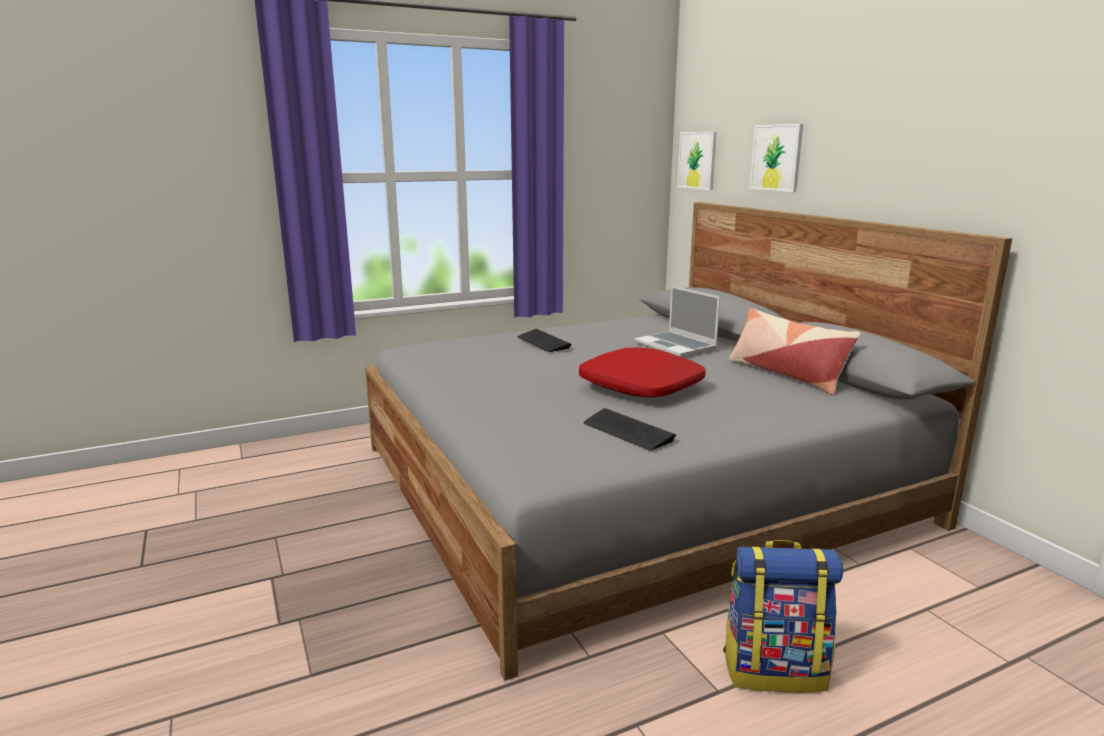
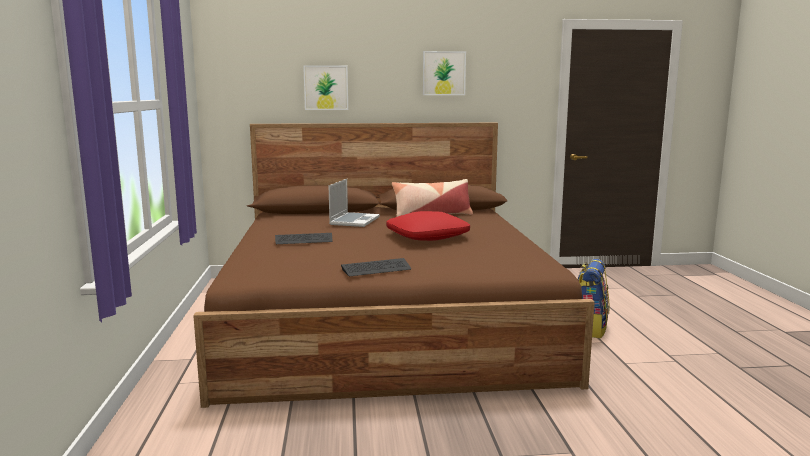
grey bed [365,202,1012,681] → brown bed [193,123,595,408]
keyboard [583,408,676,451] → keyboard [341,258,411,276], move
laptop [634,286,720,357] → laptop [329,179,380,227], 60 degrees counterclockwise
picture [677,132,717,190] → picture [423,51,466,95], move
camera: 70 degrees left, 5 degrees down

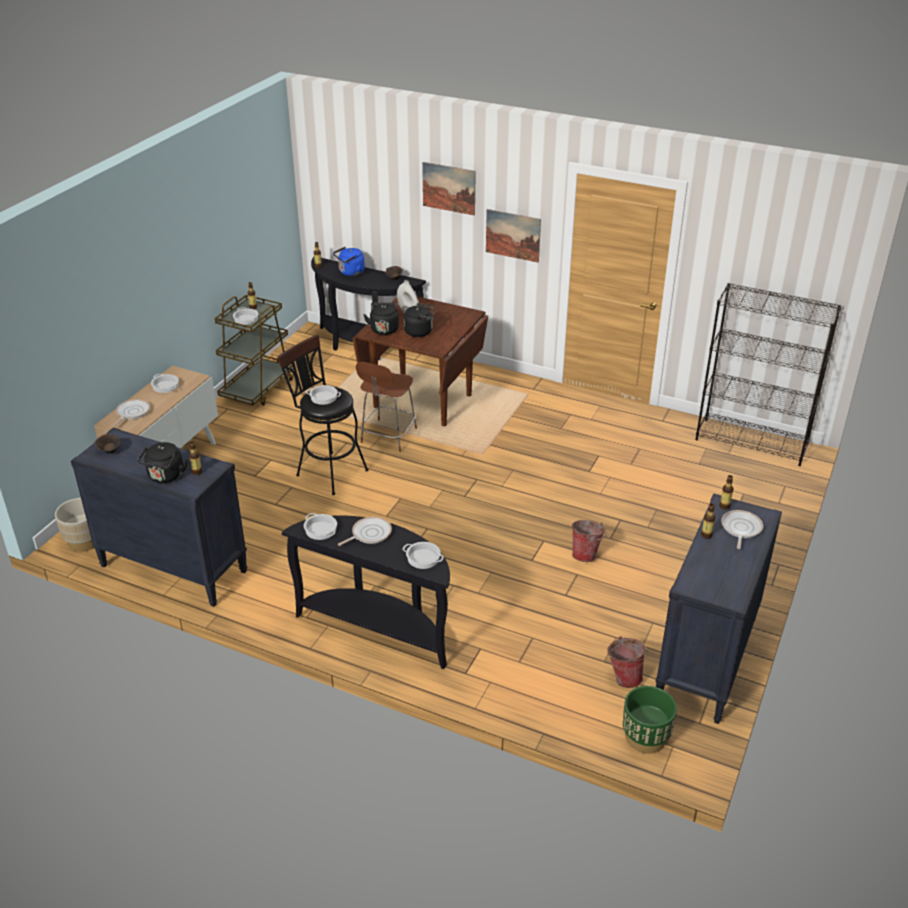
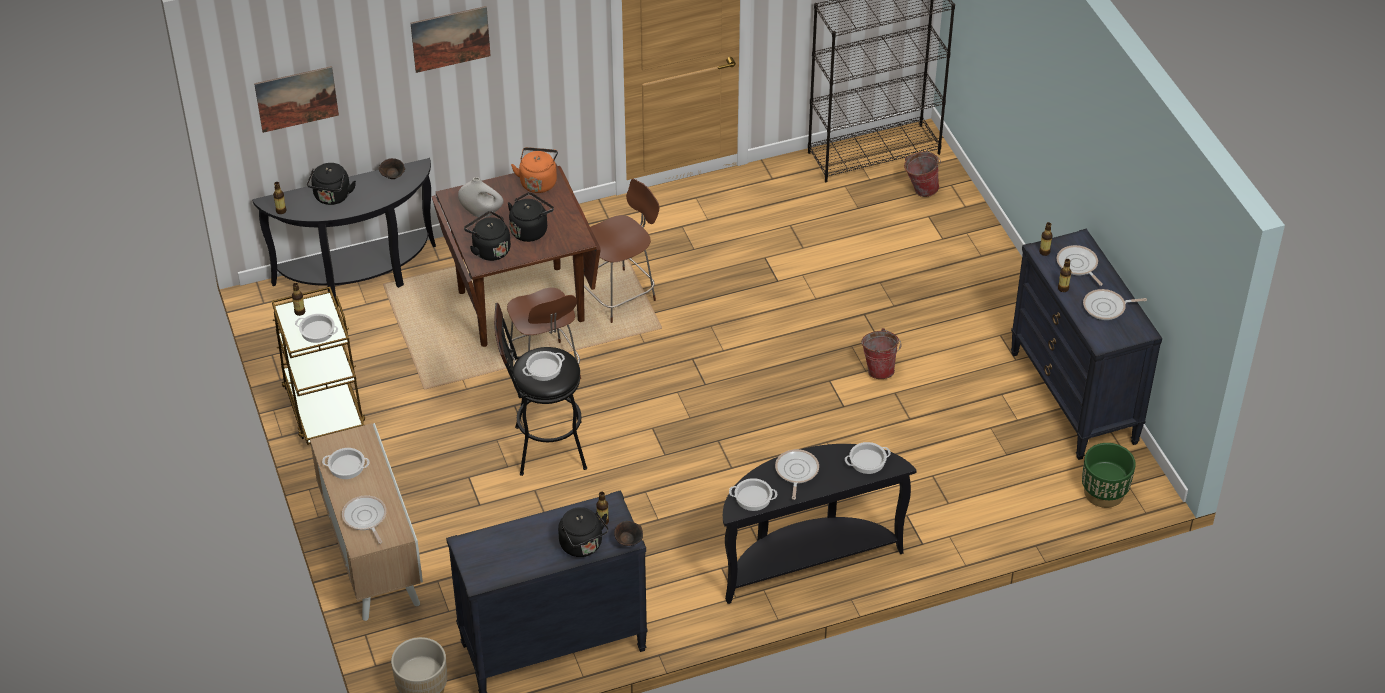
brown bowl [94,434,120,453] → brown bowl [614,521,643,546], move
blue kettle [333,247,365,276] → black kettle [307,163,356,205]
picture [486,209,541,263] → picture [254,66,339,133], move
bucket [607,636,648,688] → bucket [904,152,941,197], move
- → orange kettle [511,147,558,193]
- → brown chair [584,179,660,323]
- → frying pan [1083,289,1147,320]
camera: 45 degrees left, 10 degrees up

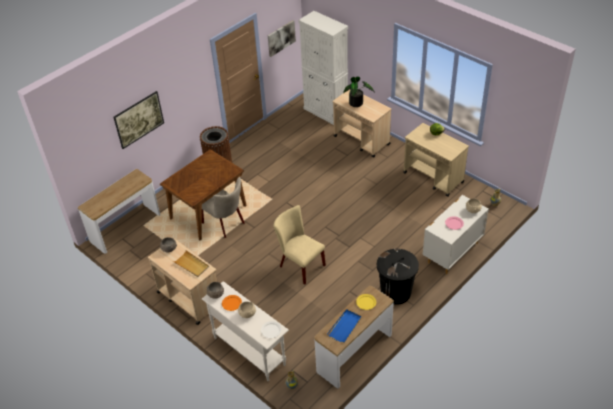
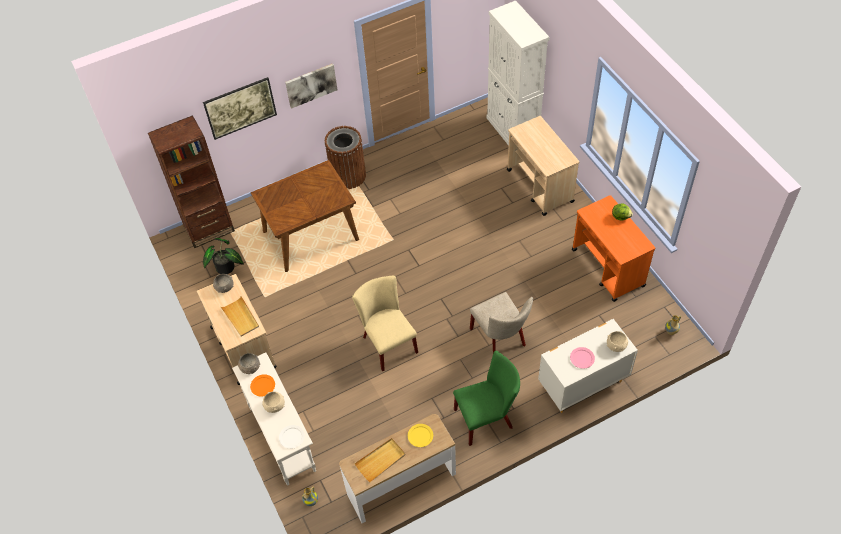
console table [78,169,160,254] → brown bookcase [148,115,235,248]
beige chair [202,177,245,238] → beige chair [470,292,533,353], move
picture [268,20,296,57] → picture [285,64,337,109], move
blue tray [327,309,362,343] → beige tray [354,438,406,482]
potted plant [343,76,375,107] → potted plant [203,238,244,274], move
black trash can [377,249,419,305] → green chair [453,351,520,446]
beige cart [403,123,469,197] → orange cart [572,195,655,302]
camera: 20 degrees right, 10 degrees up

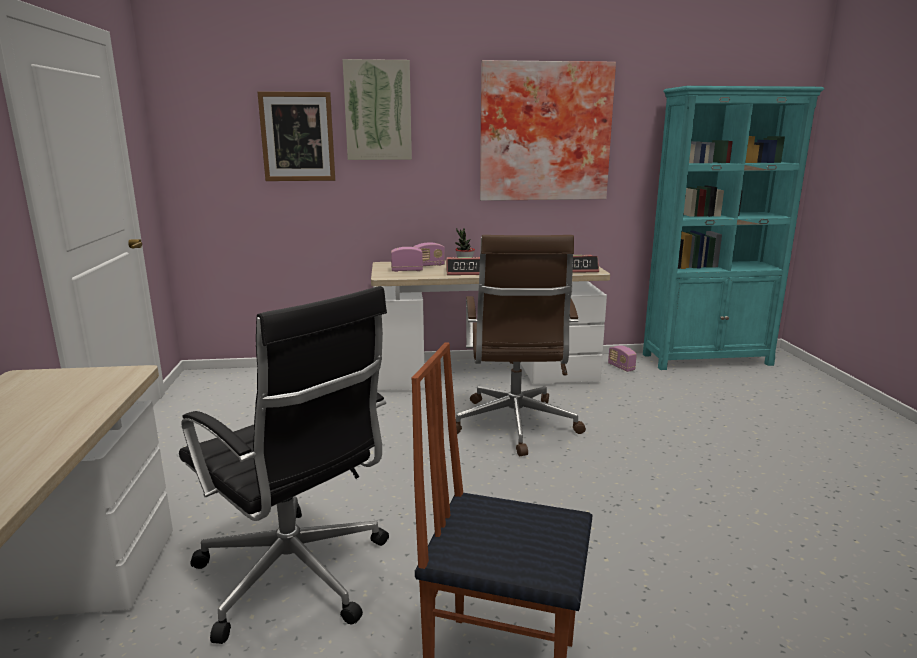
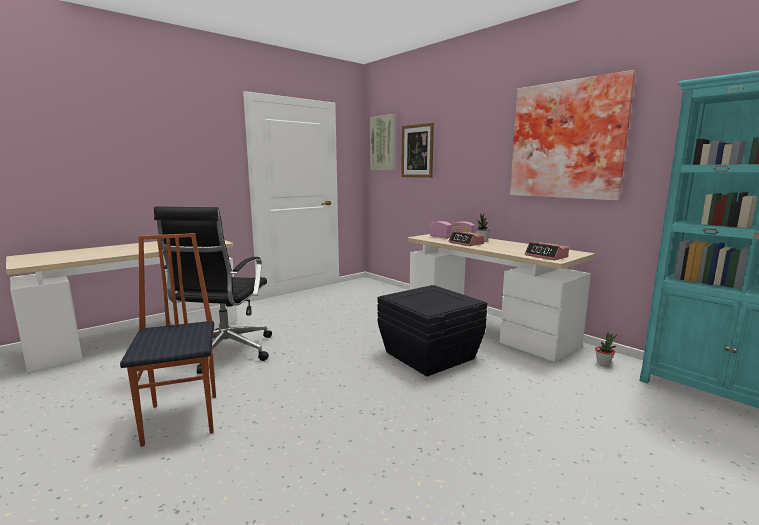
picture [342,59,412,160] → picture [370,114,396,170], move
brown office chair [456,235,586,456] → black storage box [377,285,487,377]
radio [608,345,637,372] → potted plant [595,332,617,367]
camera: 55 degrees right, 5 degrees down

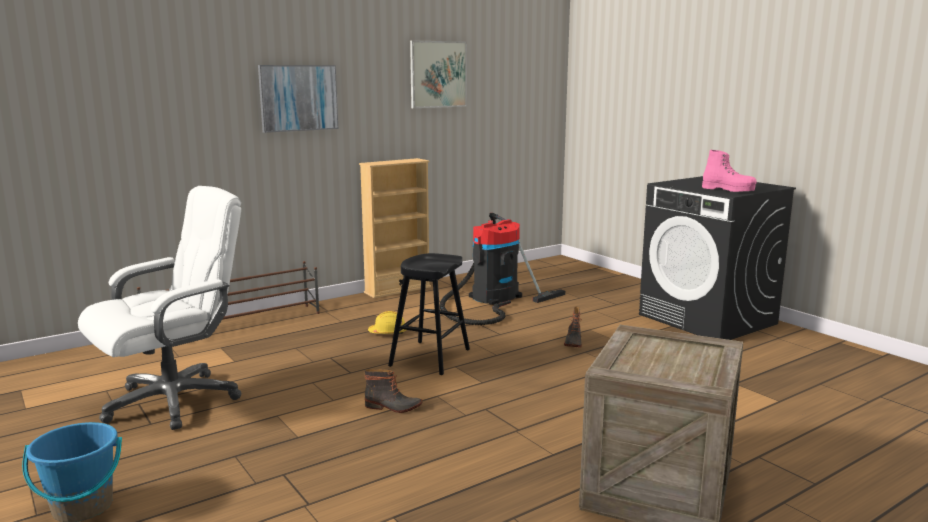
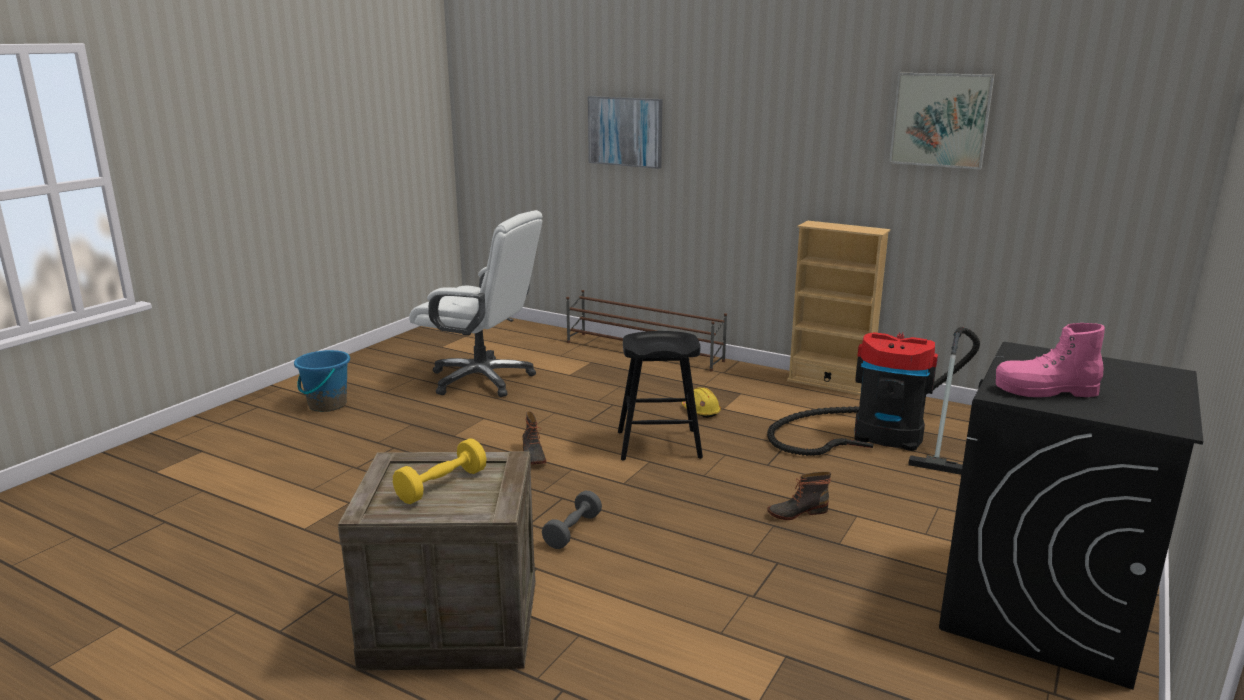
picture [258,65,338,133] → picture [588,96,662,169], move
pink boot [702,150,757,192] → pink boot [996,323,1105,397], 75 degrees clockwise
- → yellow dumbbell [393,438,487,504]
- → grey dumbbell [542,491,602,549]
camera: 65 degrees right, 5 degrees up

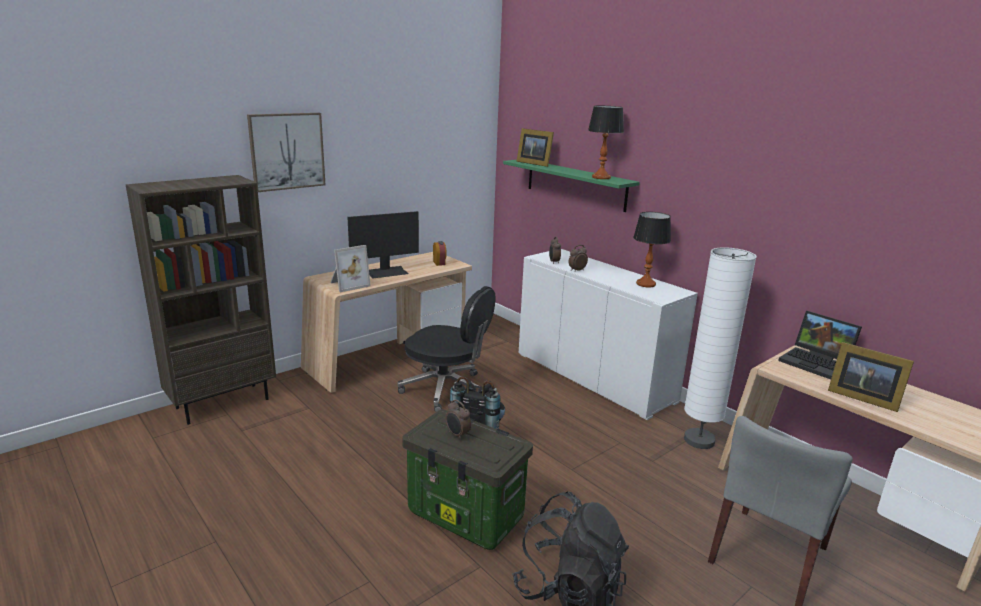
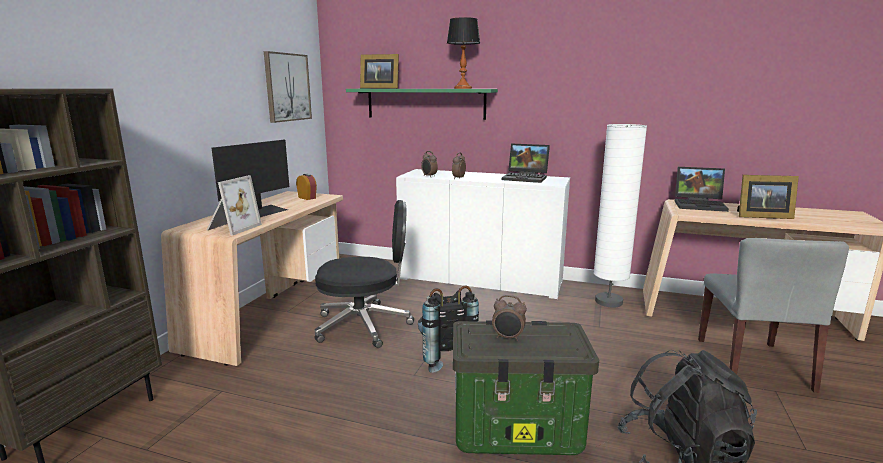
picture [247,113,326,192] → picture [264,51,312,123], move
table lamp [633,212,671,287] → laptop [502,143,550,183]
camera: 30 degrees left, 5 degrees down

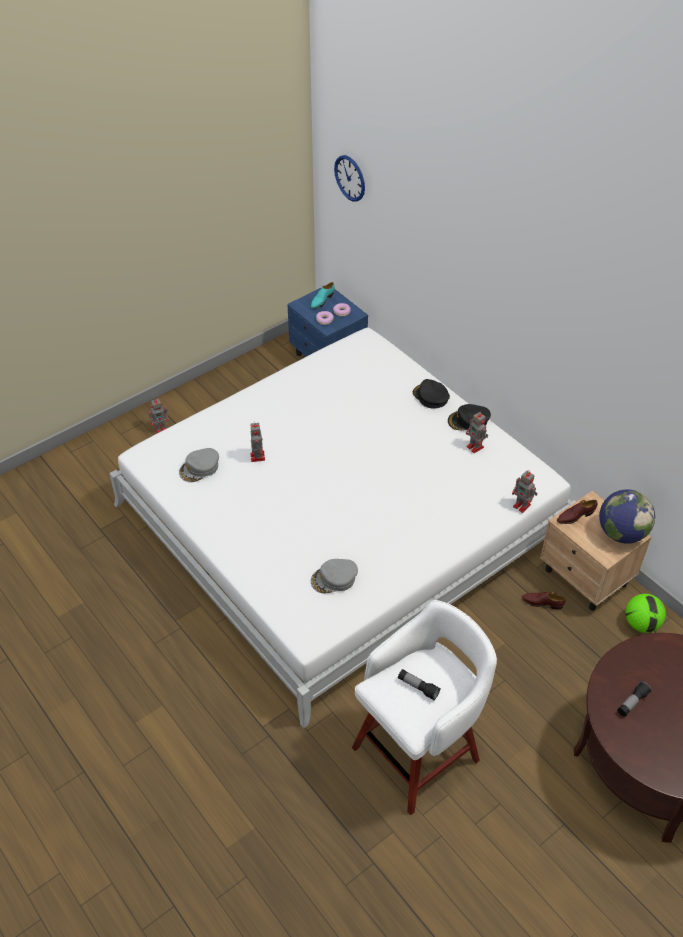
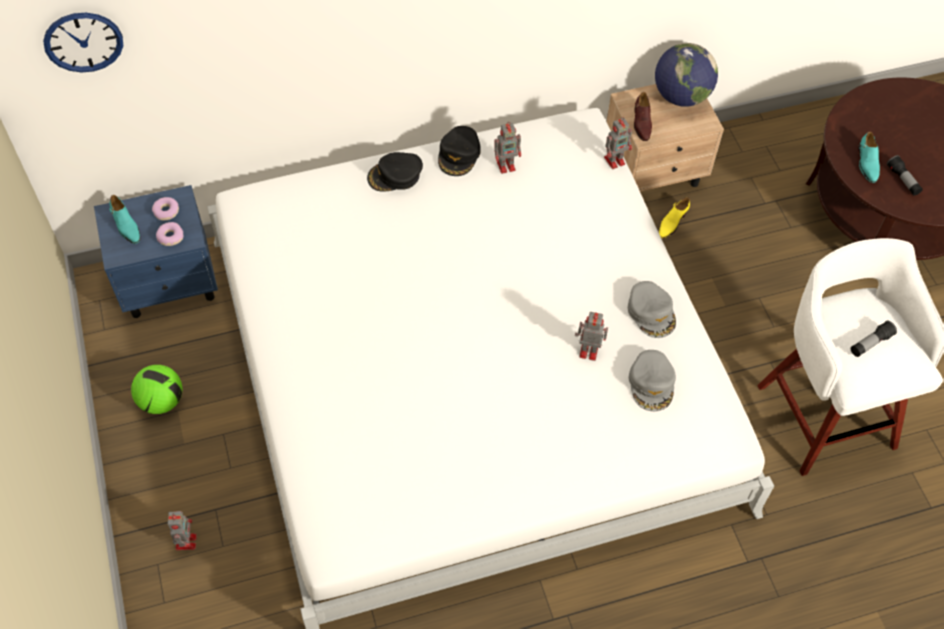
grey cap [179,448,219,482] → grey cap [628,281,676,338], move
toy robot [250,423,265,462] → toy robot [575,312,608,361], move
brown shoe [522,592,566,610] → yellow shoe [659,197,690,238]
football [625,594,666,633] → football [131,365,182,414], move
- → turquoise shoe [858,132,880,183]
camera: 70 degrees left, 10 degrees up

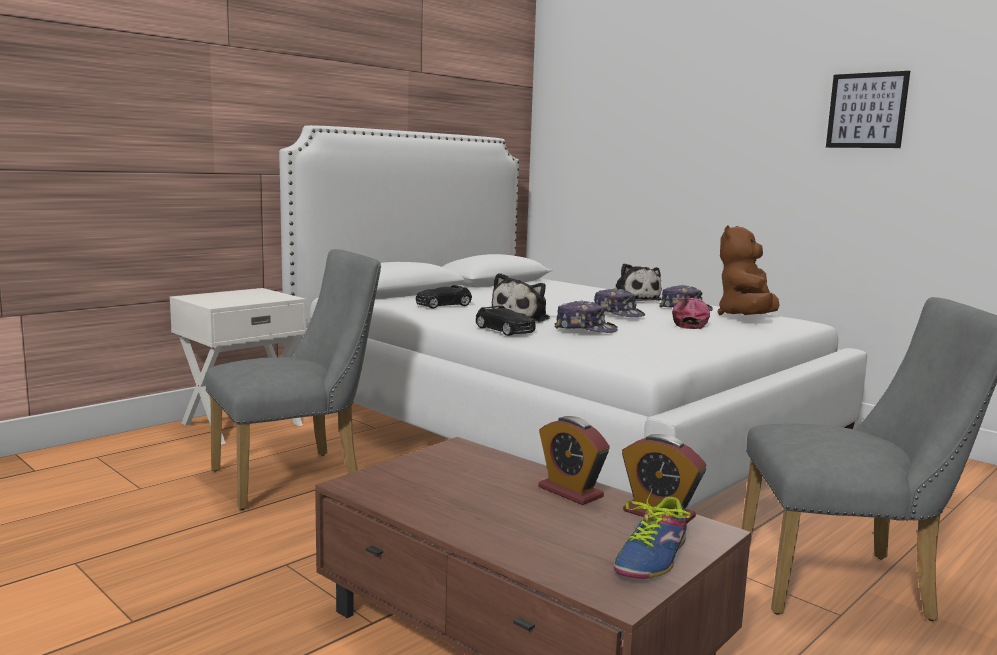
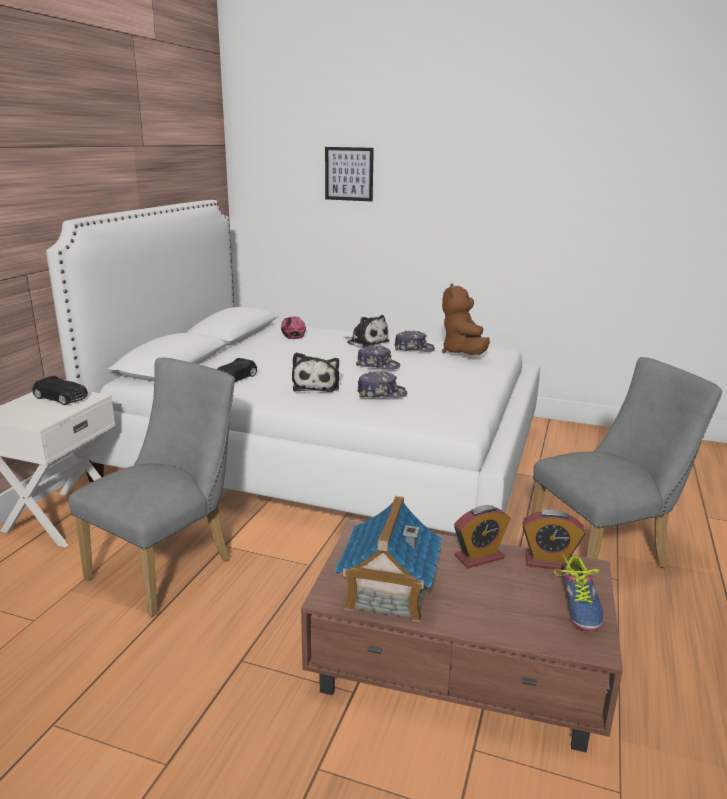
black toy car [476,305,536,336] → black toy car [32,376,88,405], move
alarm clock [539,416,610,505] → alarm clock [454,505,511,568], 45 degrees counterclockwise
cap [672,298,710,329] → cap [281,316,306,339], move
picture [826,71,910,148] → picture [325,147,374,201], move
- → toy house [335,496,442,622]
camera: 25 degrees left, 10 degrees up

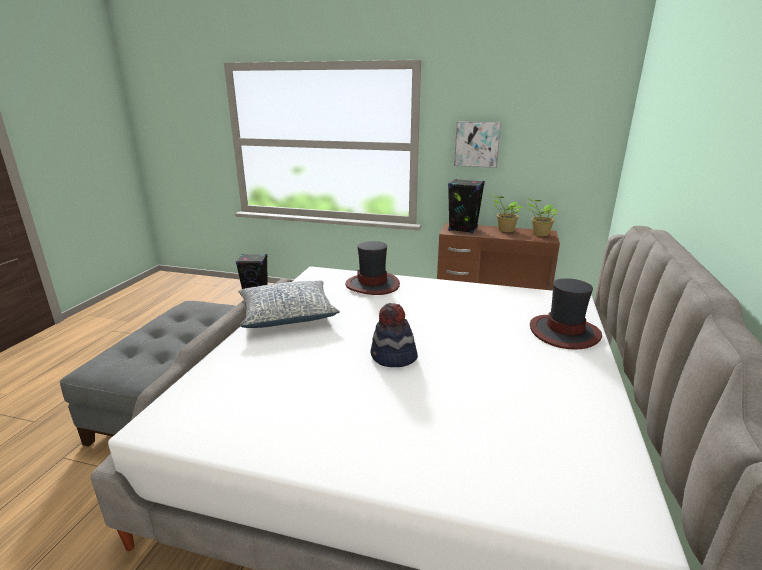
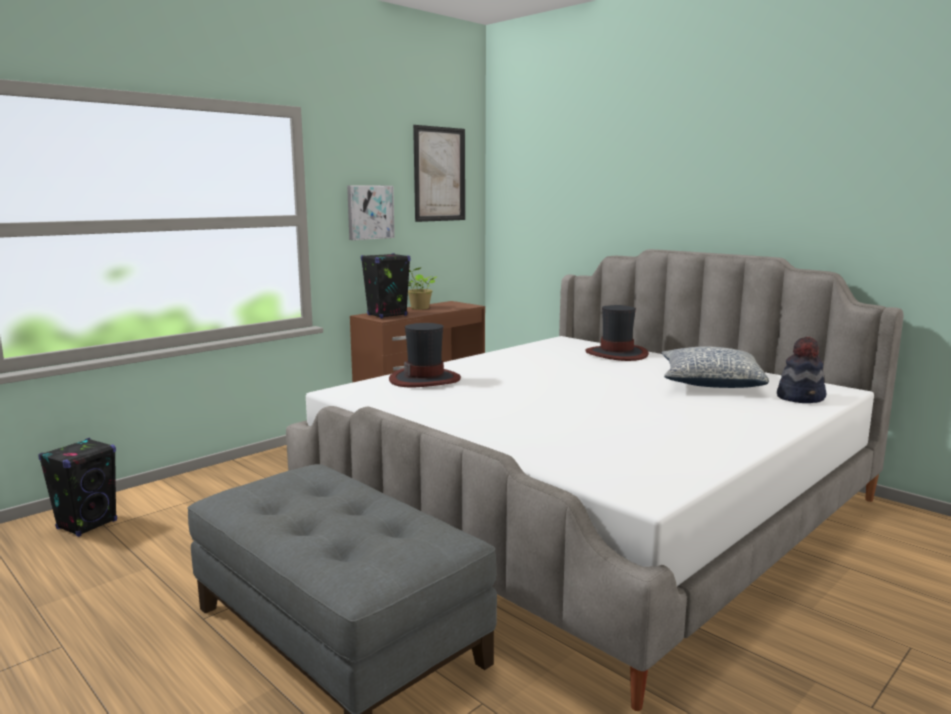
pillow [238,281,340,328] → pillow [662,347,769,388], move
hat [370,303,418,367] → hat [777,337,826,403], move
potted plant [526,197,558,236] → -
- → picture [413,125,465,222]
camera: 60 degrees left, 10 degrees down

